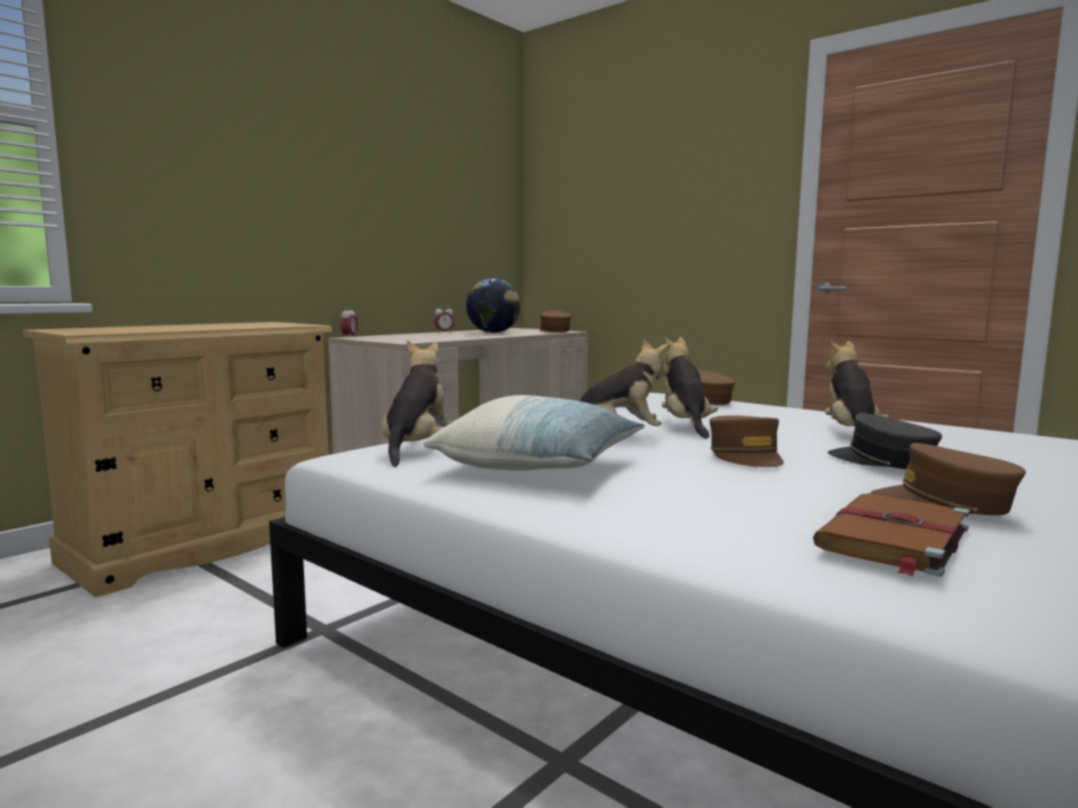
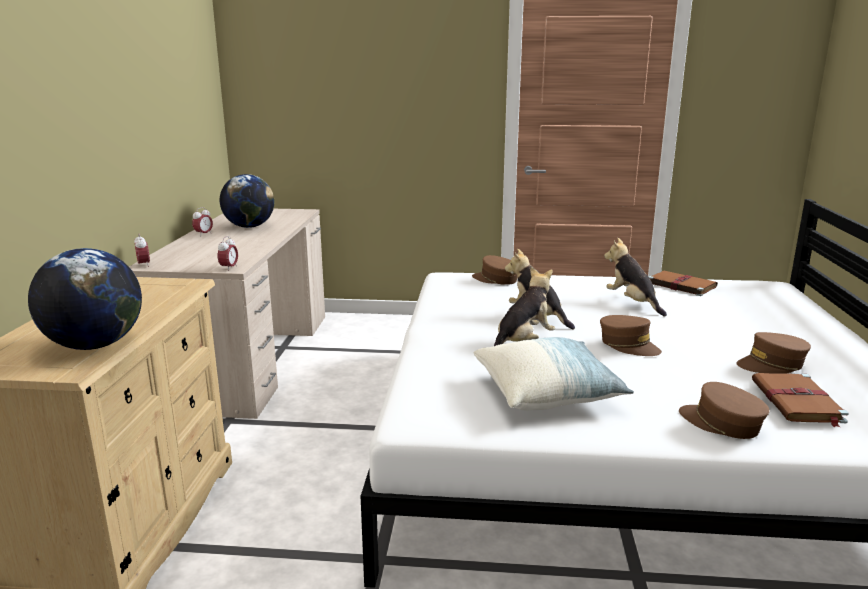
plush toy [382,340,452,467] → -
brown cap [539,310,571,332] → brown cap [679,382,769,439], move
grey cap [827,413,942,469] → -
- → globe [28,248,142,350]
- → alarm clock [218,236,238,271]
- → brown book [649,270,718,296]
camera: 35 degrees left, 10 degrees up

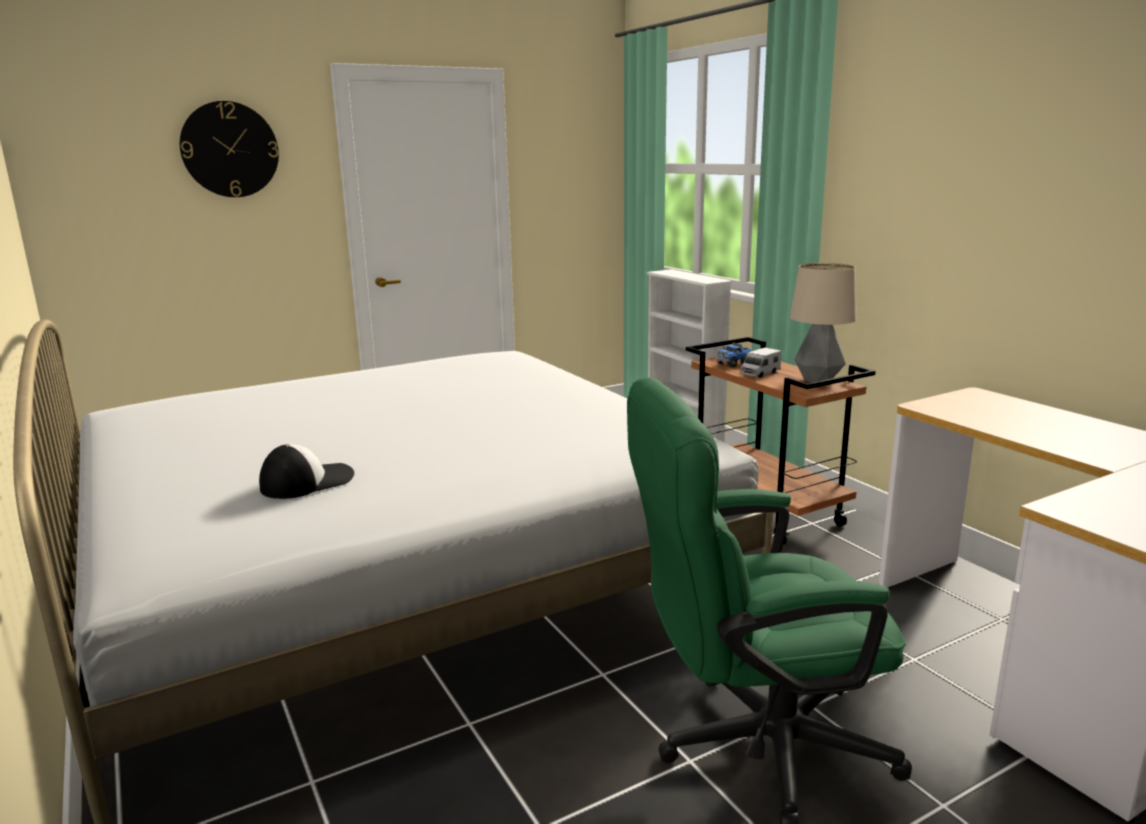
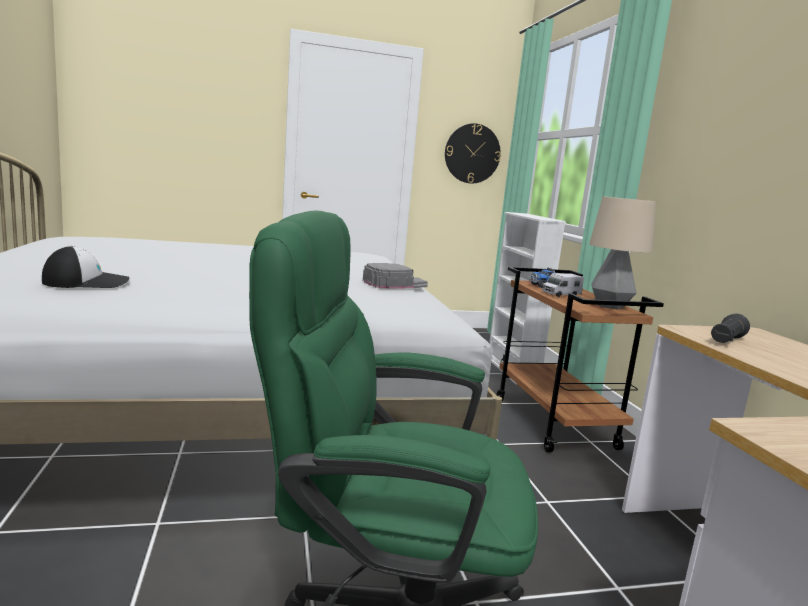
wall clock [180,101,279,197] → wall clock [445,123,501,183], move
- → grey cap [363,263,428,289]
- → black flashlight [711,314,750,343]
camera: 15 degrees right, 5 degrees down

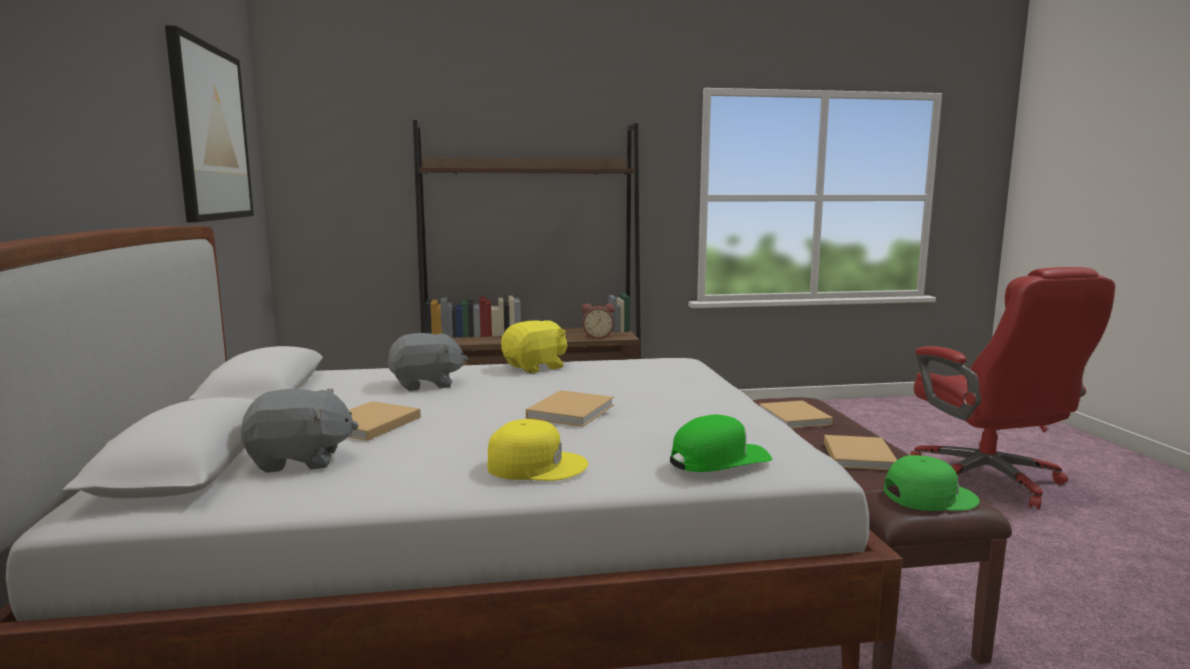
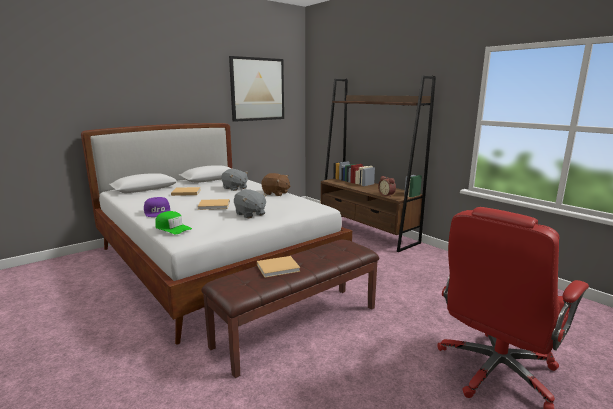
grey plush toy [241,389,359,473] → grey plush toy [234,189,267,218], move
yellow cap [487,419,588,481] → purple cap [144,197,171,217]
yellow plush toy [501,320,567,373] → brown plush toy [261,173,291,196]
beige book [759,400,833,428] → -
green cap [884,455,980,511] → -
camera: 60 degrees right, 5 degrees up

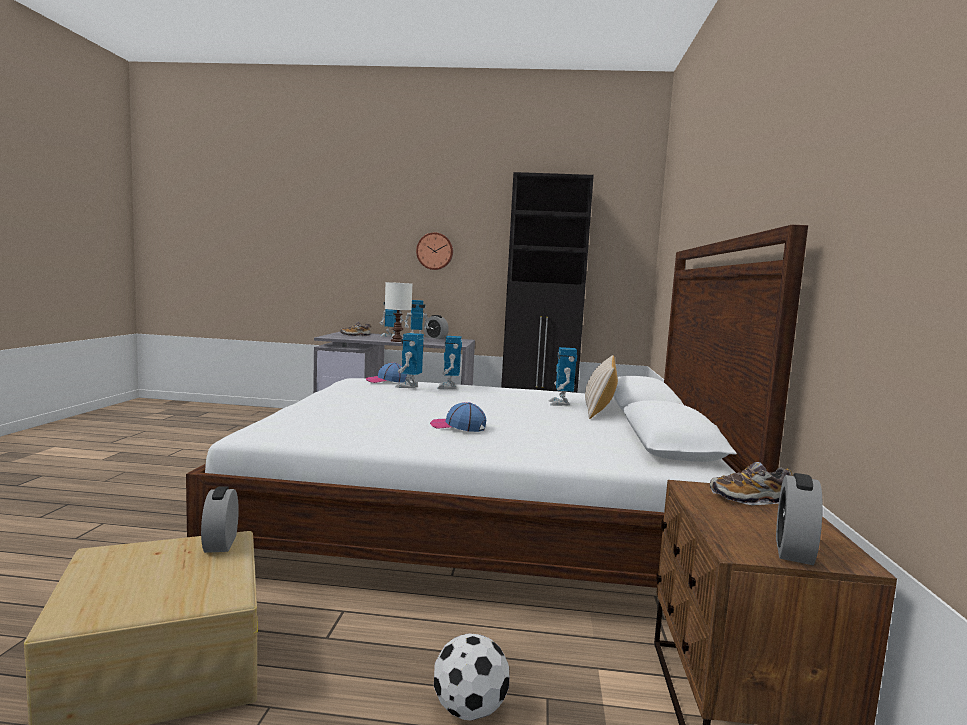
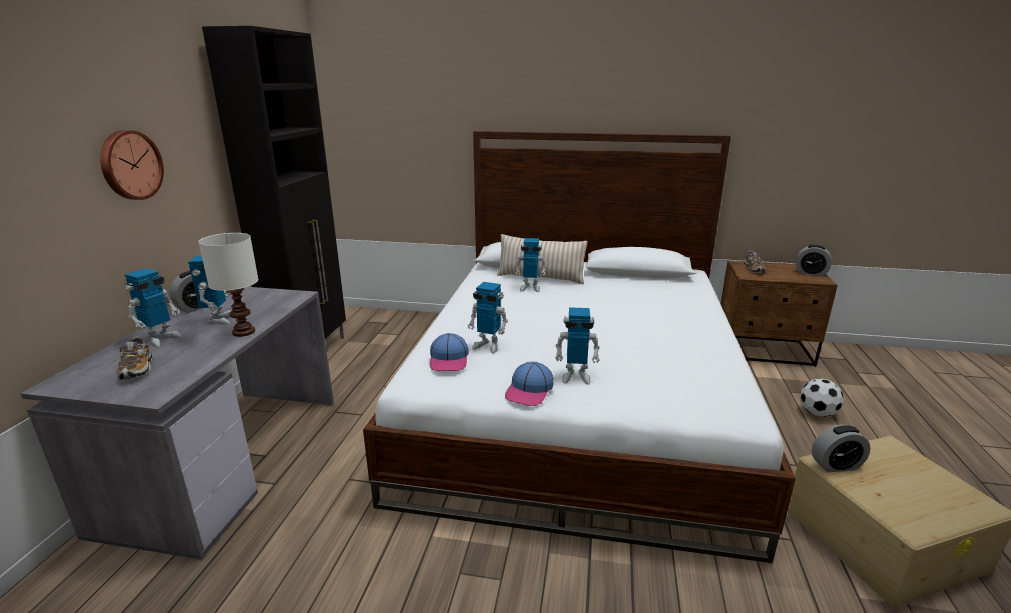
cap [430,402,486,432] → cap [505,362,554,406], move
toy robot [437,336,462,389] → toy robot [555,307,600,385], move
camera: 85 degrees left, 15 degrees up

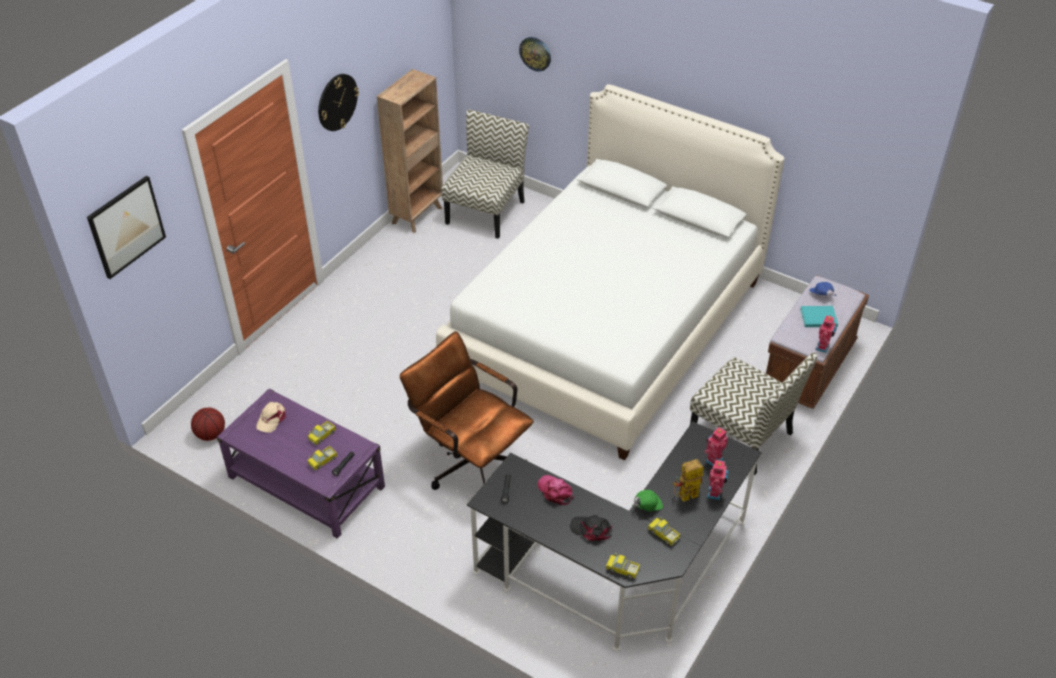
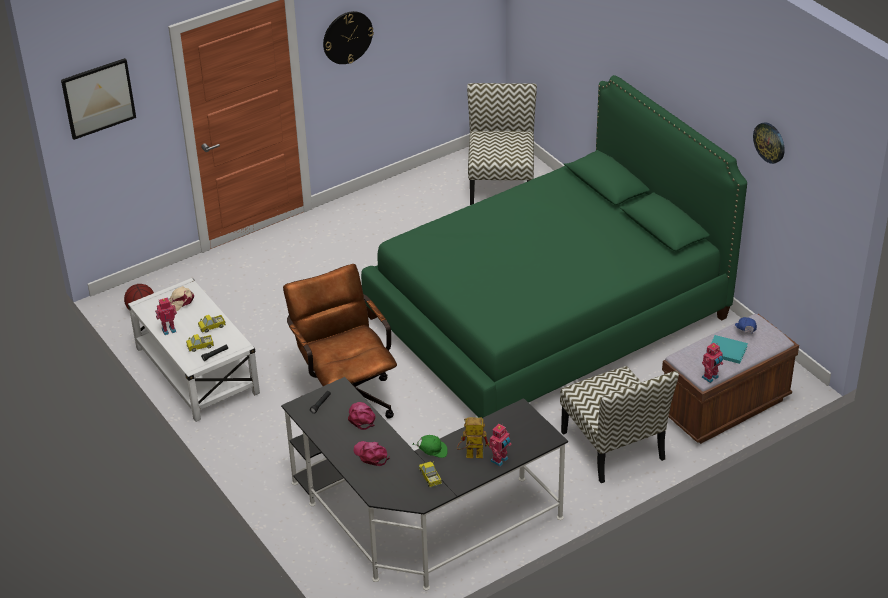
purple coffee table [217,389,385,539] → white coffee table [128,278,260,422]
brown bookcase [377,69,443,233] → -
white bed [436,84,785,461] → green bed [361,75,747,418]
chair [441,109,529,239] → chair [467,83,537,205], 45 degrees counterclockwise
wall clock [519,37,551,72] → wall clock [753,122,785,164], move
black cap [570,515,612,541] → pink cap [353,441,390,466]
toy truck [606,553,640,579] → -
toy robot [704,427,728,466] → toy robot [155,297,177,335], move
camera: 25 degrees right, 5 degrees down

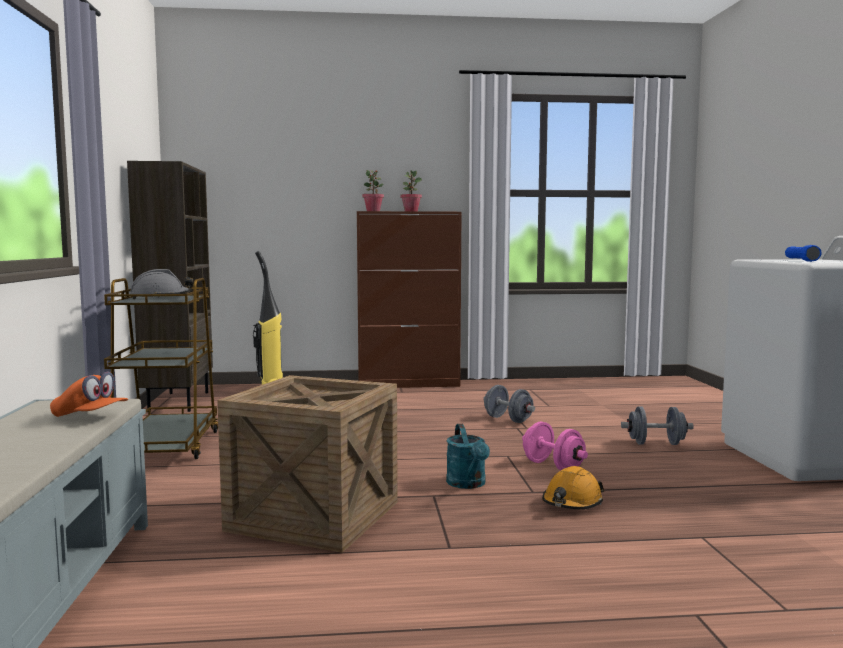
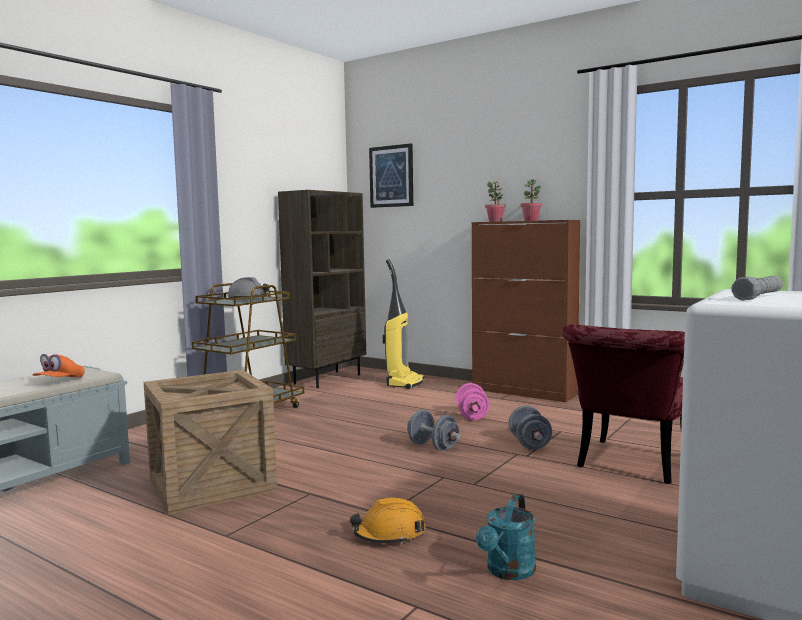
orange cap [50,372,128,417] → orange cap [32,354,85,377], 45 degrees clockwise
turquoise watering can [446,424,490,489] → turquoise watering can [476,493,536,580], move
pink dumbbell [522,422,588,470] → pink dumbbell [456,383,489,420], move
grey dumbbell [621,406,694,445] → grey dumbbell [407,410,460,451], move
blue flashlight [785,245,822,262] → grey flashlight [731,275,783,301]
- → picture [369,143,413,208]
- → red chair [562,324,685,484]
camera: 40 degrees right, 0 degrees up

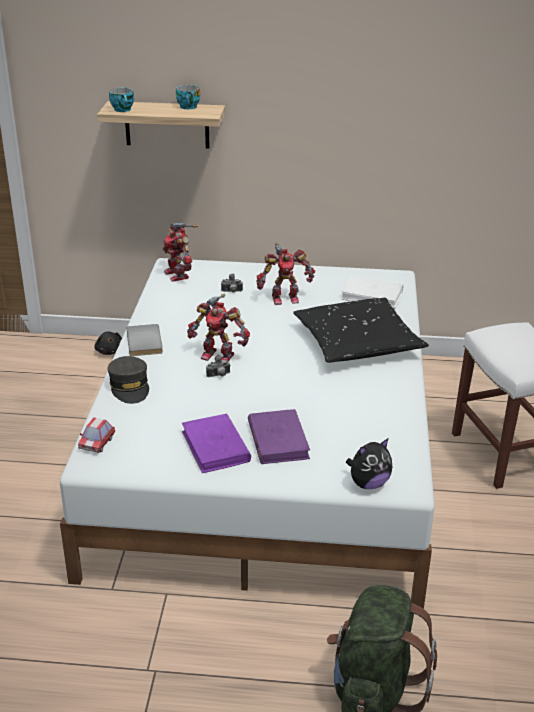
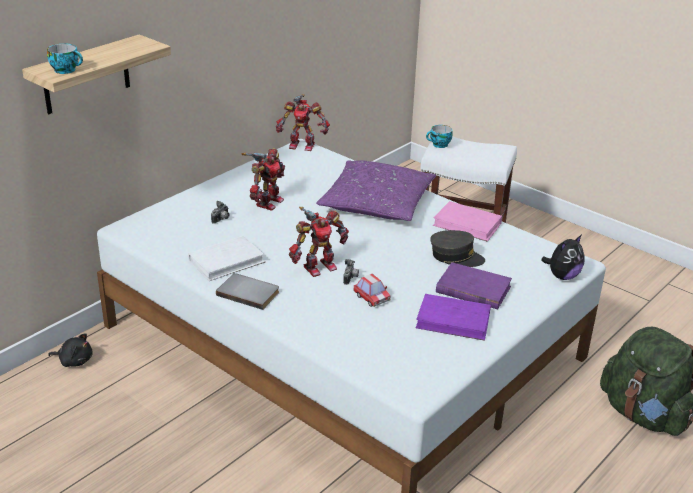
toy car [78,417,115,453] → toy car [353,274,391,307], move
grey cap [108,356,149,404] → grey cap [430,230,485,267], move
toy robot [163,223,198,282] → toy robot [276,94,330,151], move
cup [176,85,200,109] → cup [426,125,453,148], move
black pillow [293,298,429,363] → purple pillow [316,160,436,221]
white book [341,275,403,309] → white book [188,236,266,281], move
plush toy [346,438,392,489] → plush toy [541,235,585,280], 45 degrees clockwise
- → pink book [433,201,502,242]
camera: 55 degrees left, 0 degrees up

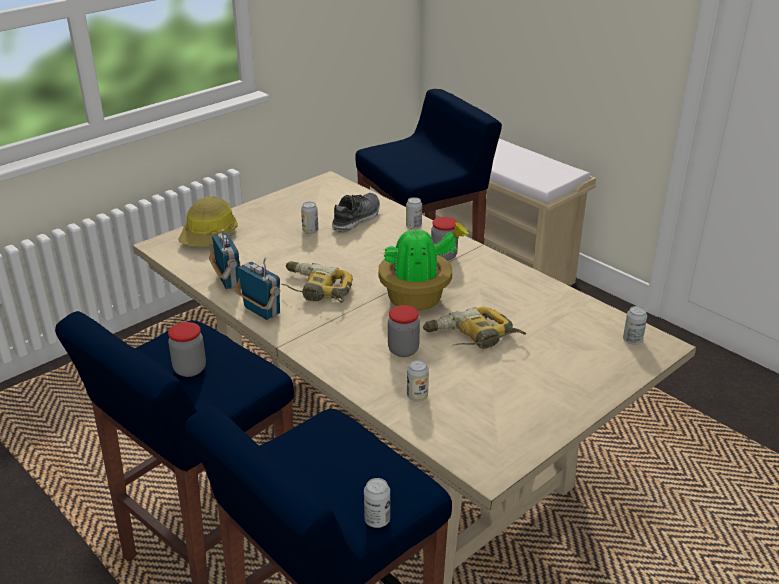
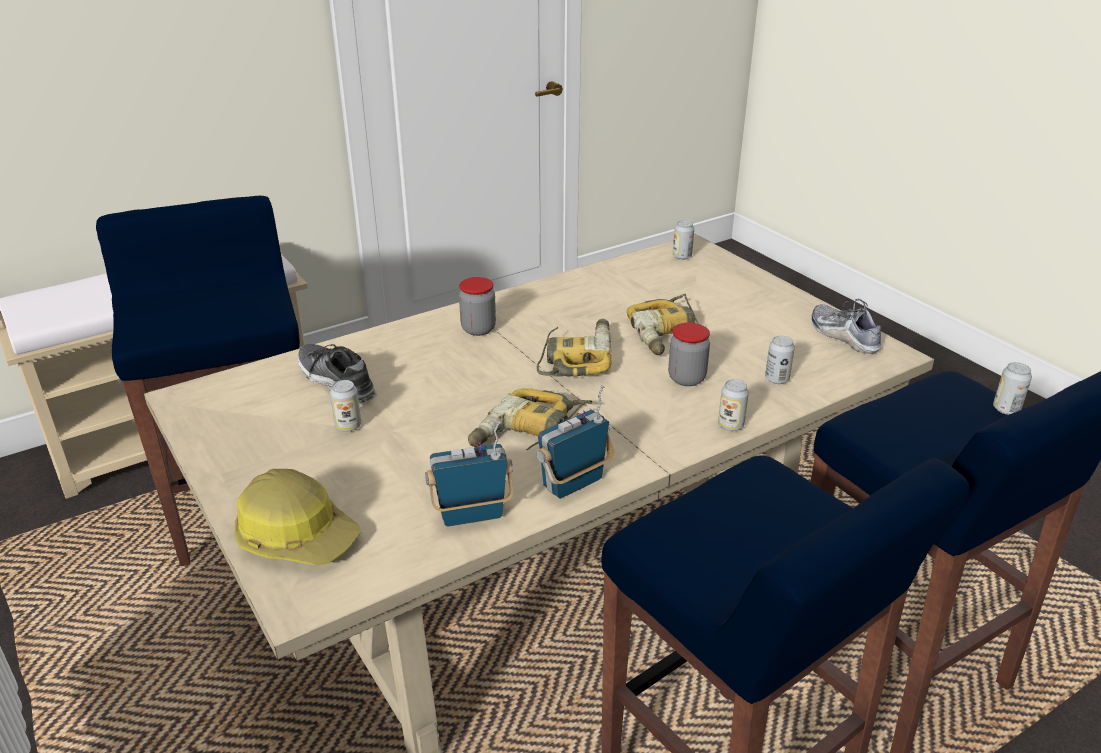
jar [168,322,206,377] → -
potted plant [378,222,469,311] → power drill [537,319,612,376]
can [406,197,422,229] → can [718,379,749,431], move
- → shoe [812,299,881,354]
camera: 80 degrees left, 0 degrees up

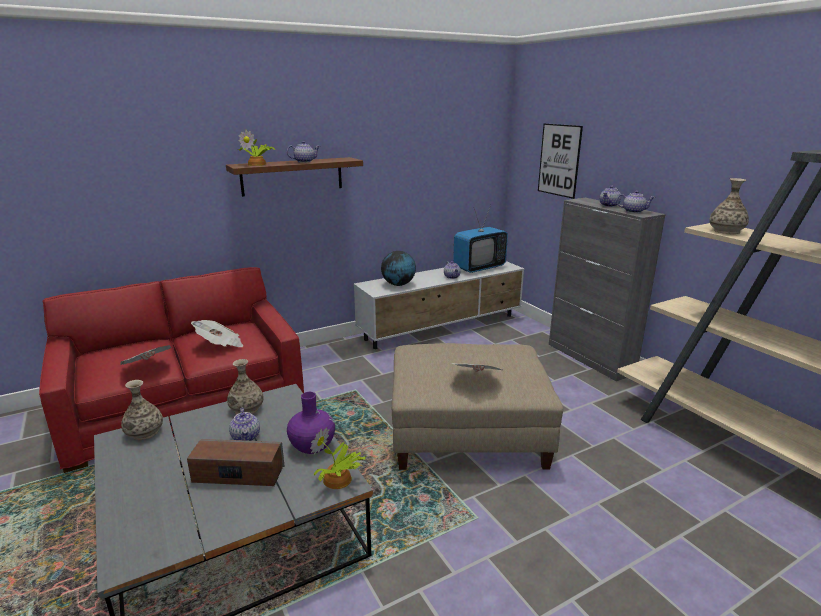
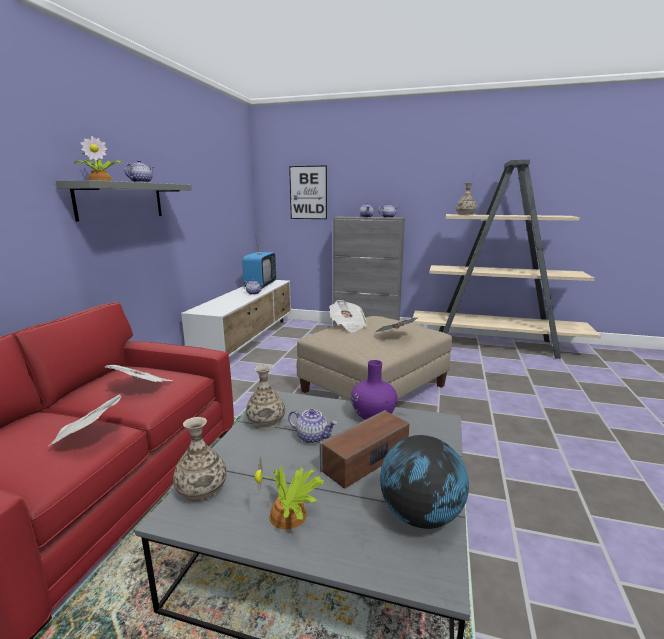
brown shelf [226,157,363,197] → grey shelf [56,180,192,222]
potted plant [310,428,366,489] → potted plant [254,457,324,530], move
globe [381,251,416,286] → globe [380,435,469,529], move
- → newspaper [329,300,367,332]
camera: 45 degrees left, 5 degrees down

